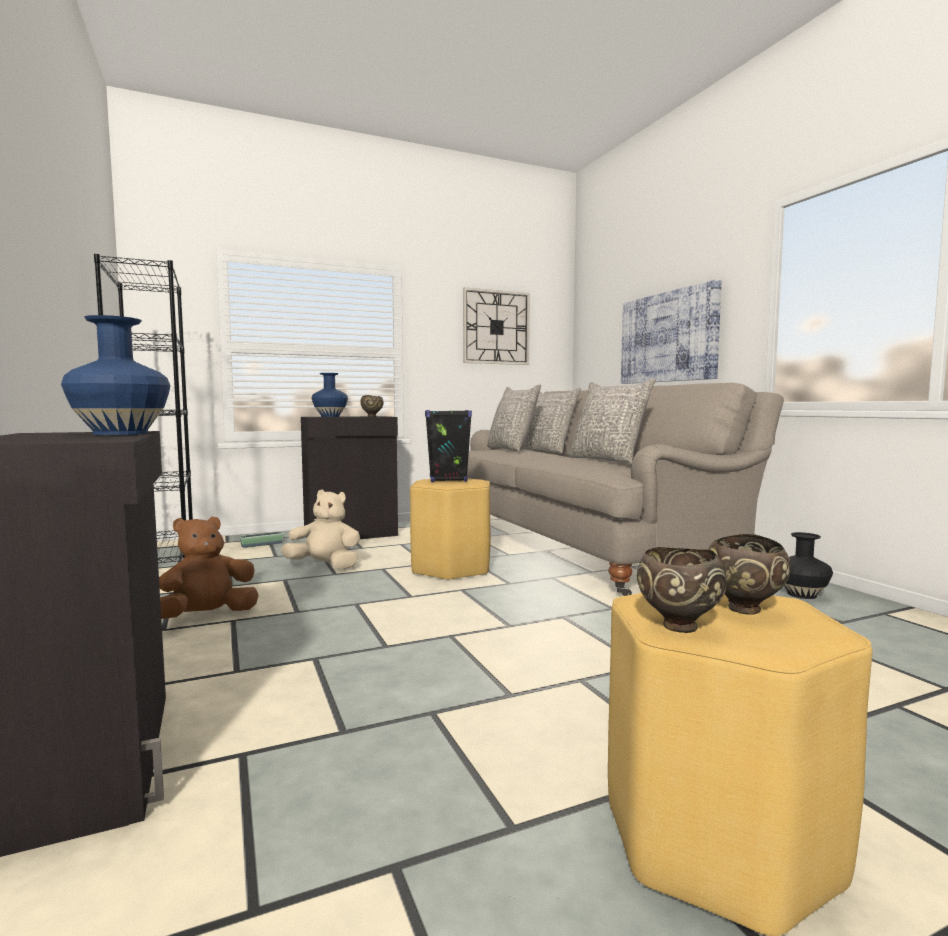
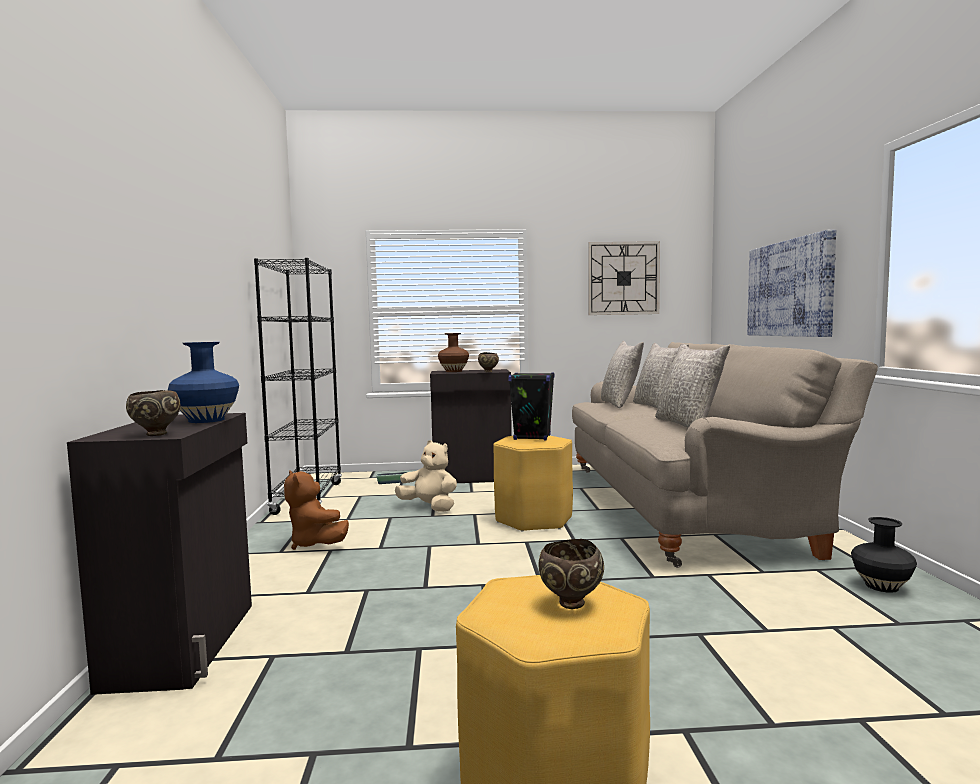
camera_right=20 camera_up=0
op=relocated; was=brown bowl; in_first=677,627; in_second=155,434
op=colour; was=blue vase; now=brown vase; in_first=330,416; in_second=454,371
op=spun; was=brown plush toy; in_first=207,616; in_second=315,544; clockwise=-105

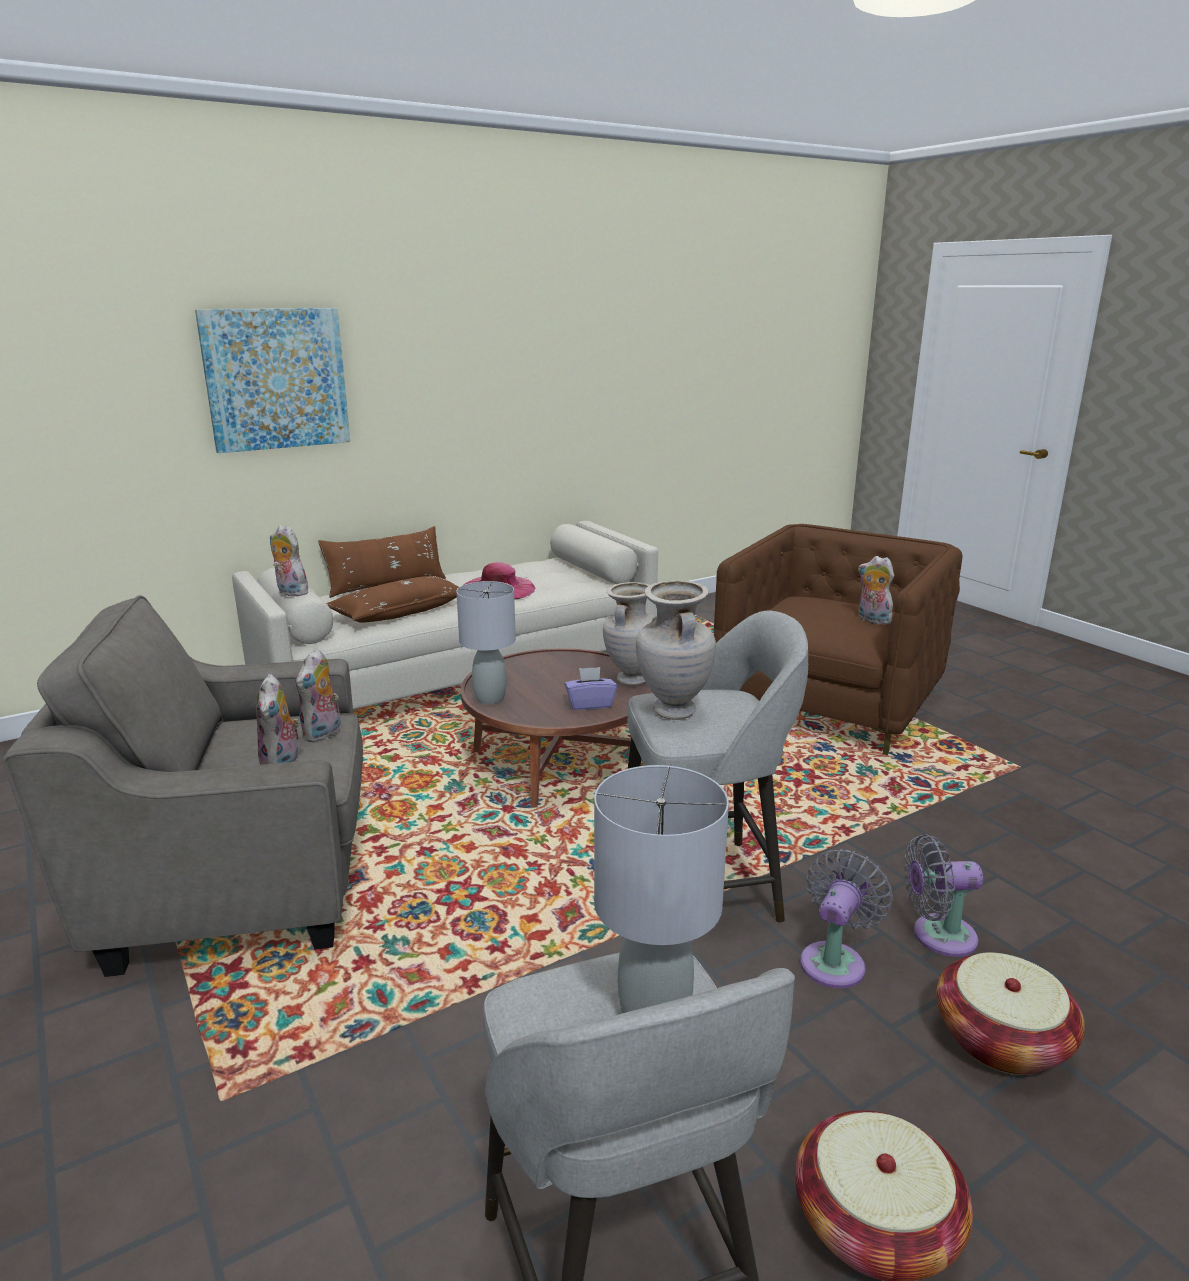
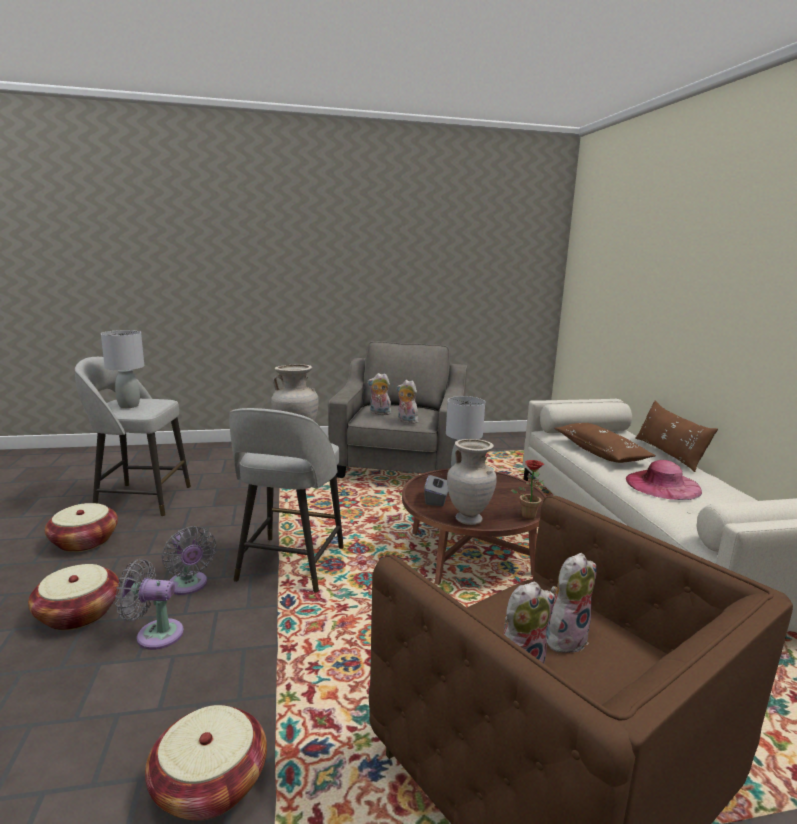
camera_right=110 camera_up=-5
op=missing; was=picture; in_first=276,379
op=appeared; now=basket; in_second=210,784
op=appeared; now=potted plant; in_second=528,514
op=relocated; was=plush toy; in_first=290,592; in_second=565,637
op=colour; was=purple tissue box; now=grey tissue box; in_first=590,704; in_second=436,500
op=spun; was=grey fan; in_first=937,936; in_second=155,634; clockwise=-105

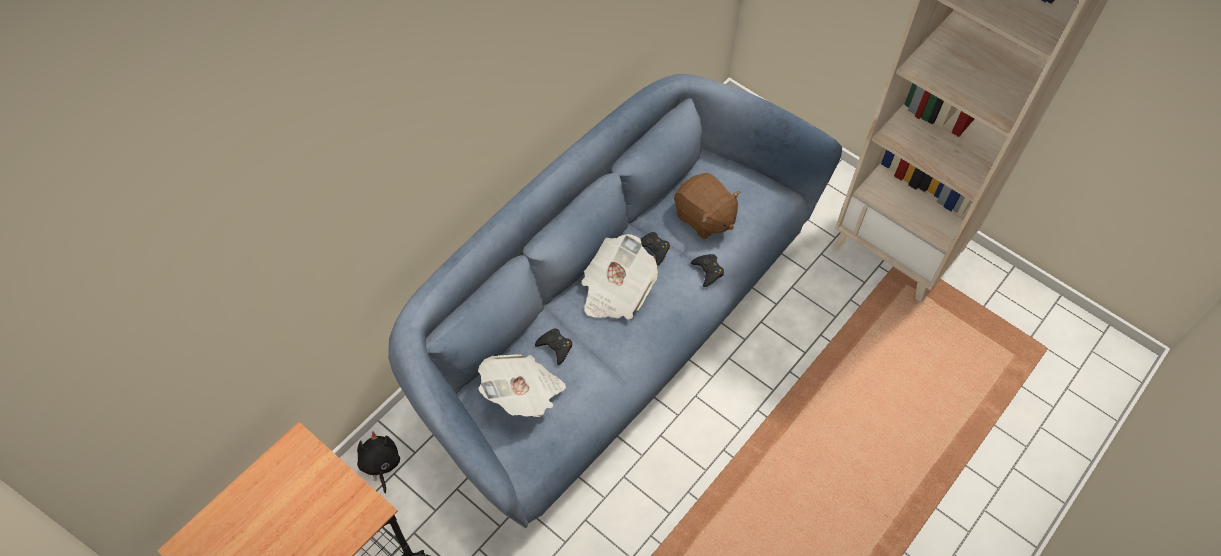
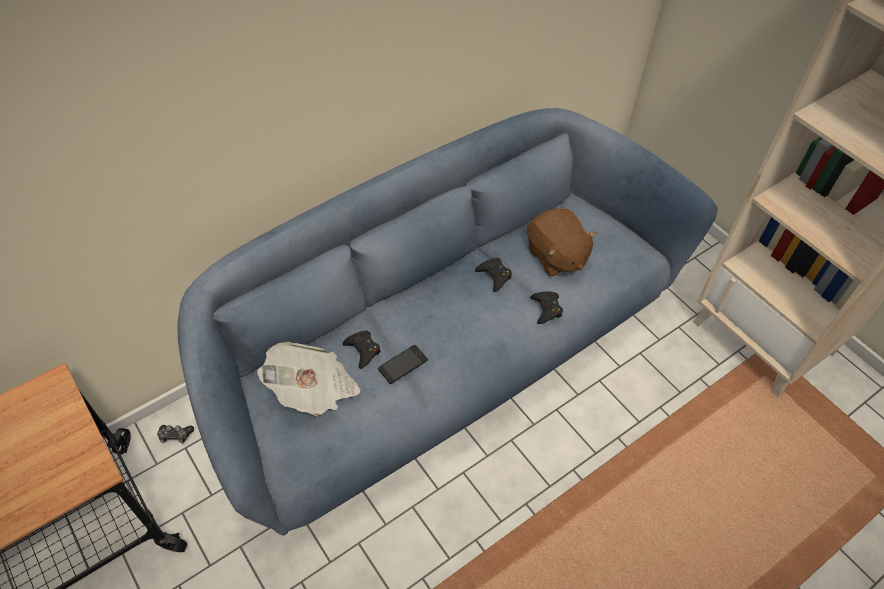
camera_right=15 camera_up=-5
op=missing; was=newspaper; in_first=615,290
op=appeared; now=phone; in_second=403,364
op=exchanged; was=black plush toy; now=game controller; in_first=380,464; in_second=175,436

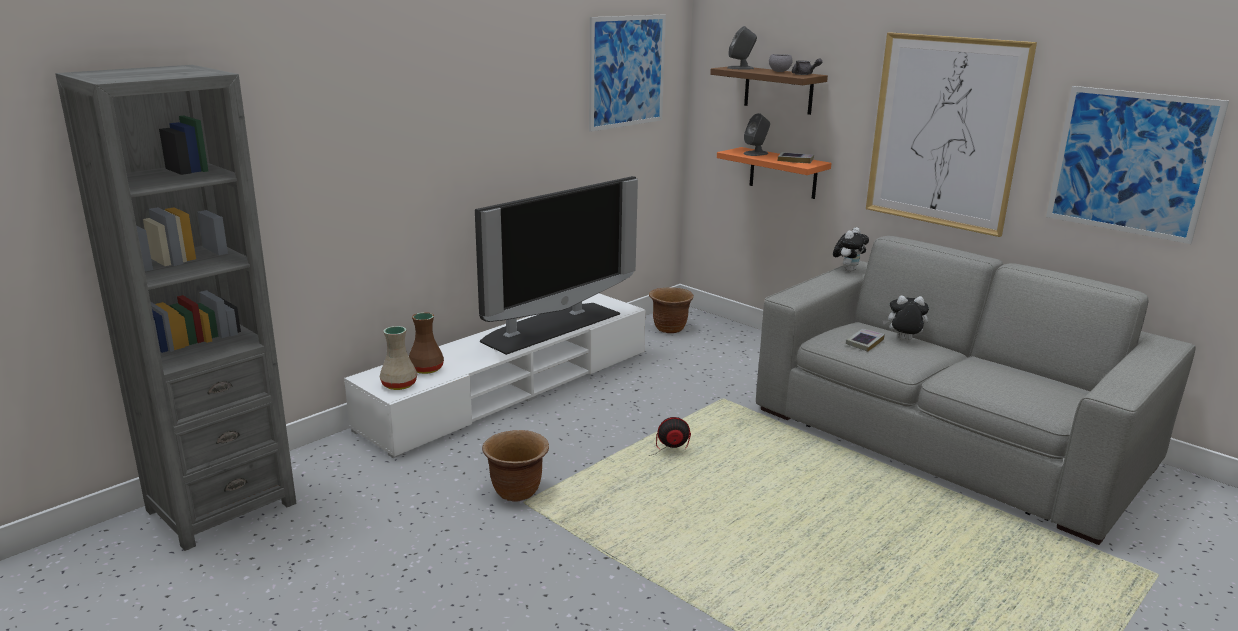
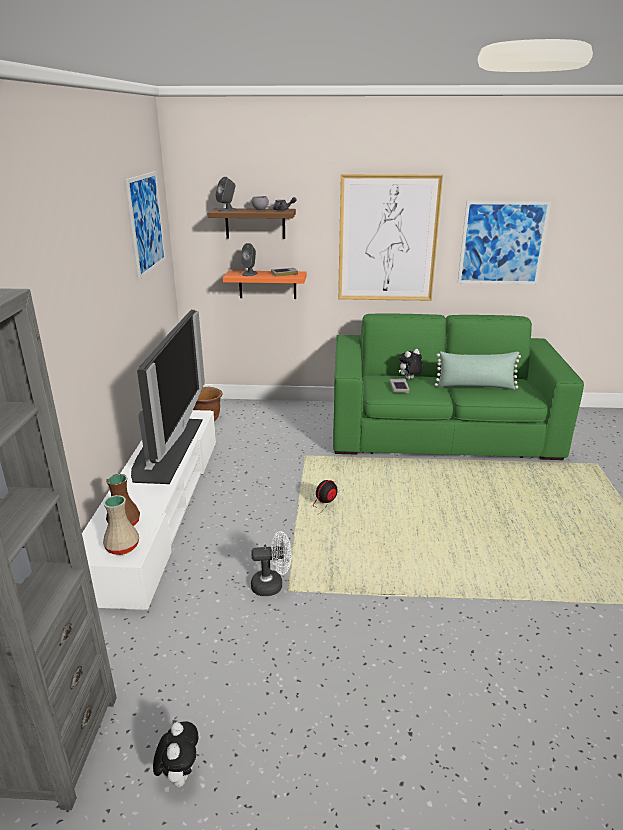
camera_right=-40 camera_up=5
op=appeared; now=green pillow; in_second=475,386
op=relocated; was=plush toy; in_first=848,270; in_second=179,773
op=exchanged; was=brown planter; now=white fan; in_first=517,491; in_second=272,585
op=colour; was=grey sofa; now=green sofa; in_first=948,438; in_second=440,431

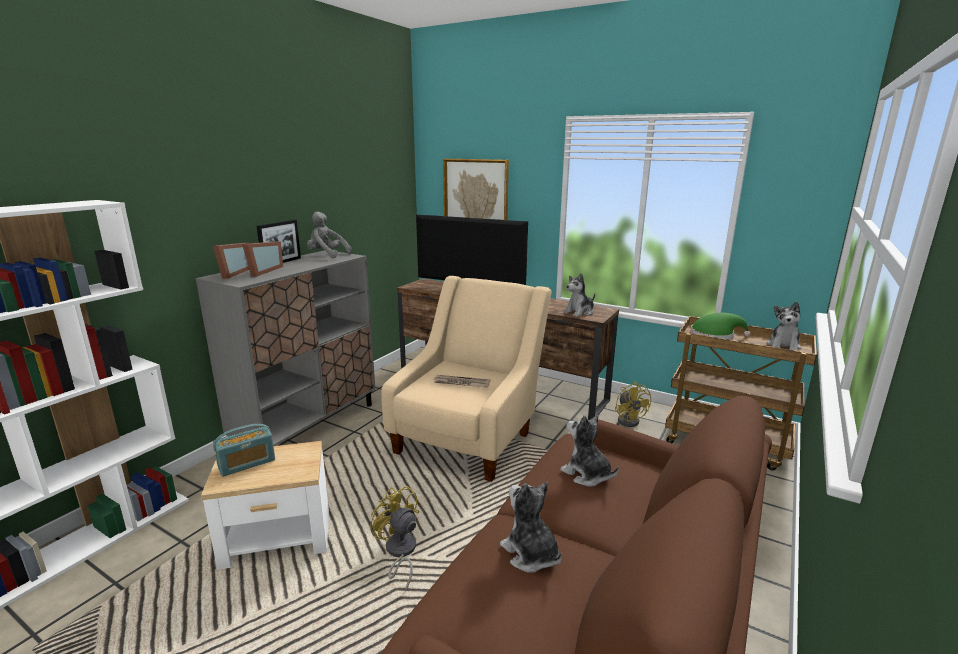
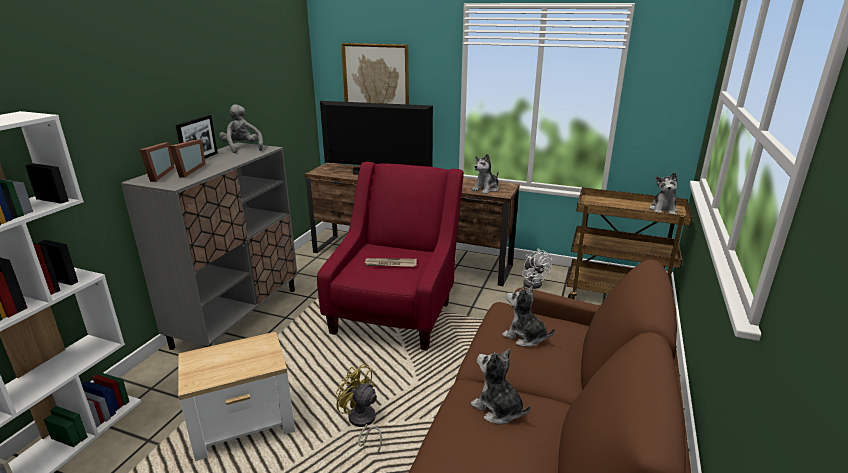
camera_right=-10 camera_up=5
op=missing; was=radio; in_first=247,463
op=missing; was=green hat; in_first=715,336
op=colour; was=beige armchair; now=red armchair; in_first=469,437; in_second=396,312
op=colour; was=yellow fan; now=white fan; in_first=629,420; in_second=533,282
op=spun; was=grey plush toy; in_first=327,255; in_second=242,148; clockwise=45

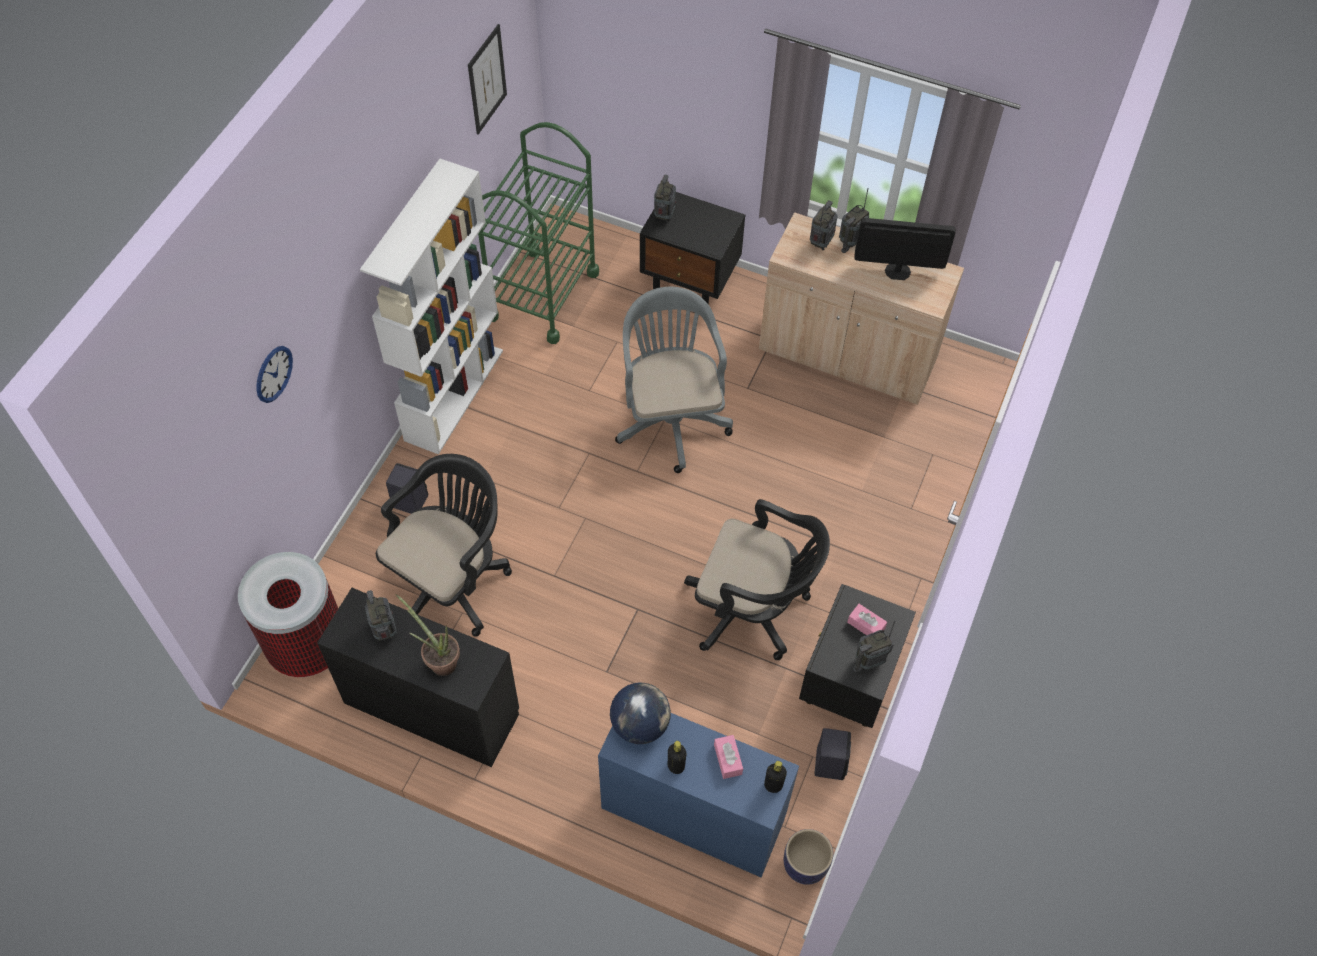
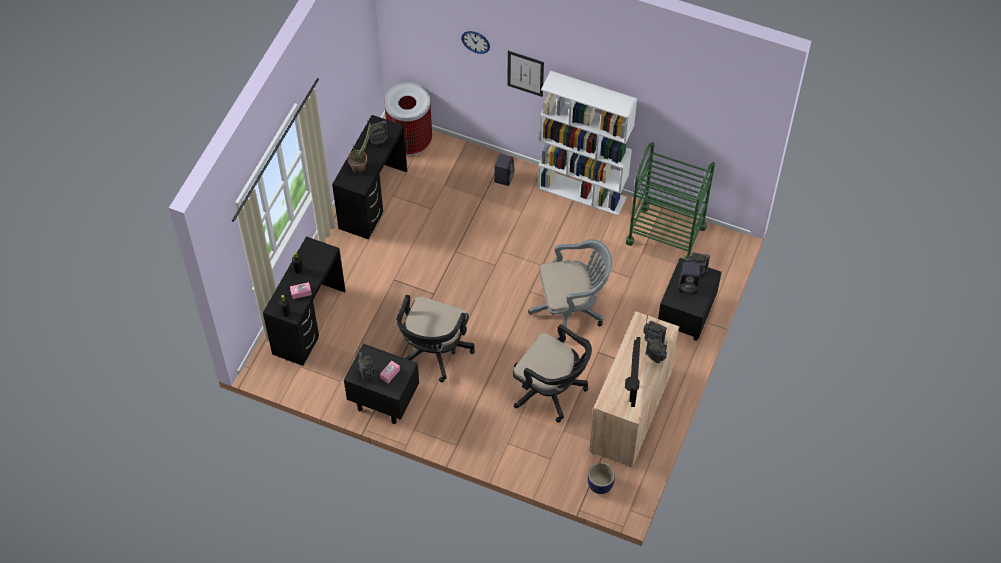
camera_right=90 camera_up=0
op=missing; was=globe; in_first=640,724
op=relocated; was=black office chair; in_first=452,581; in_second=551,390
op=relocated; was=picture; in_first=487,79; in_second=525,73
op=relocated; was=planter; in_first=805,865; in_second=600,485
op=relocated; was=black speaker; in_first=829,762; in_second=689,285
op=colour; was=blue desk; now=black desk; in_first=692,813; in_second=309,322

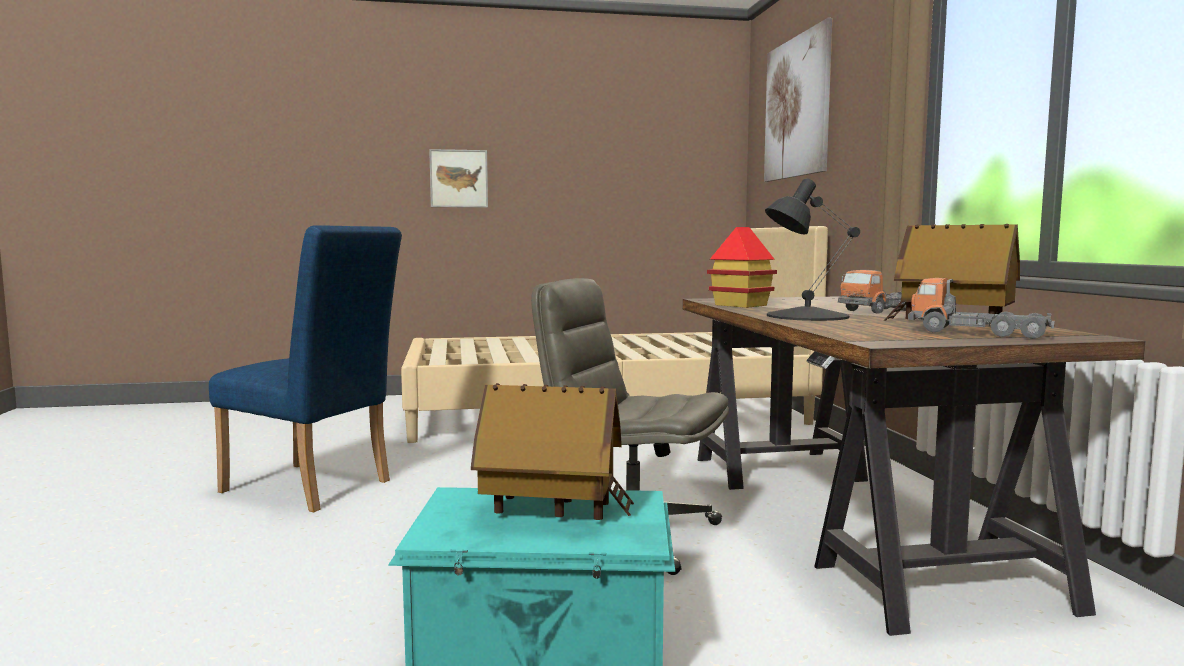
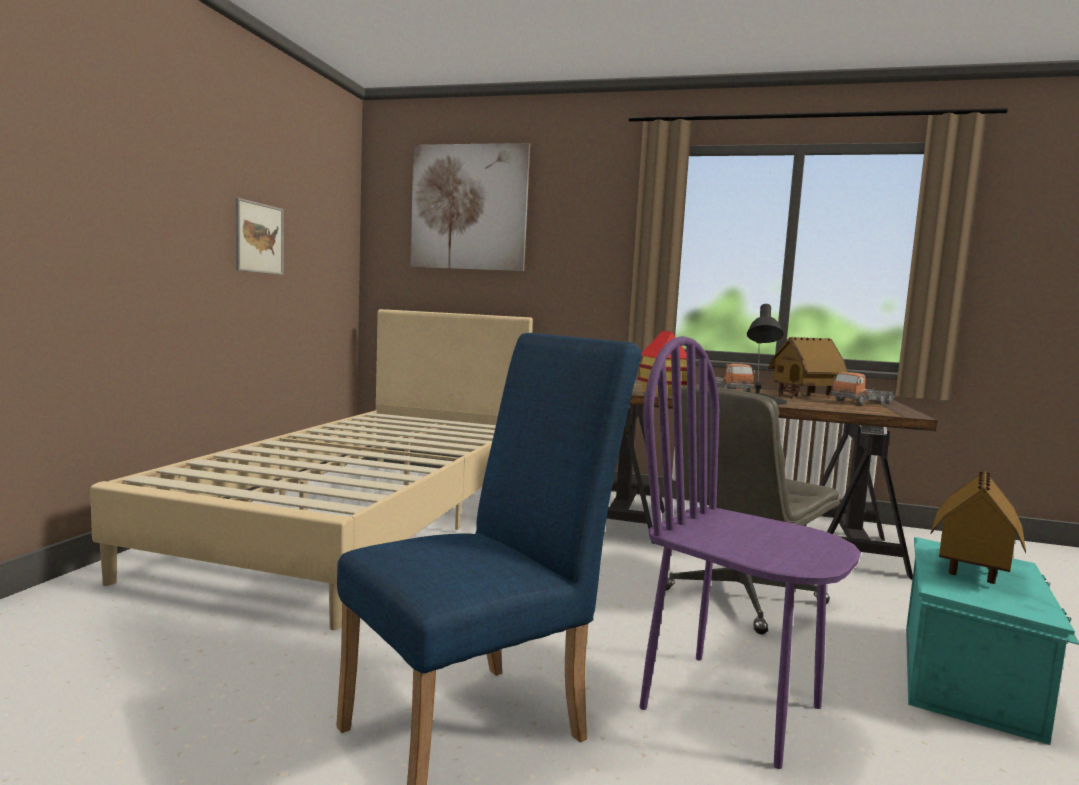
camera_right=-65 camera_up=0
op=appeared; now=purple chair; in_second=732,706
op=relocated; was=picture; in_first=459,178; in_second=259,238

